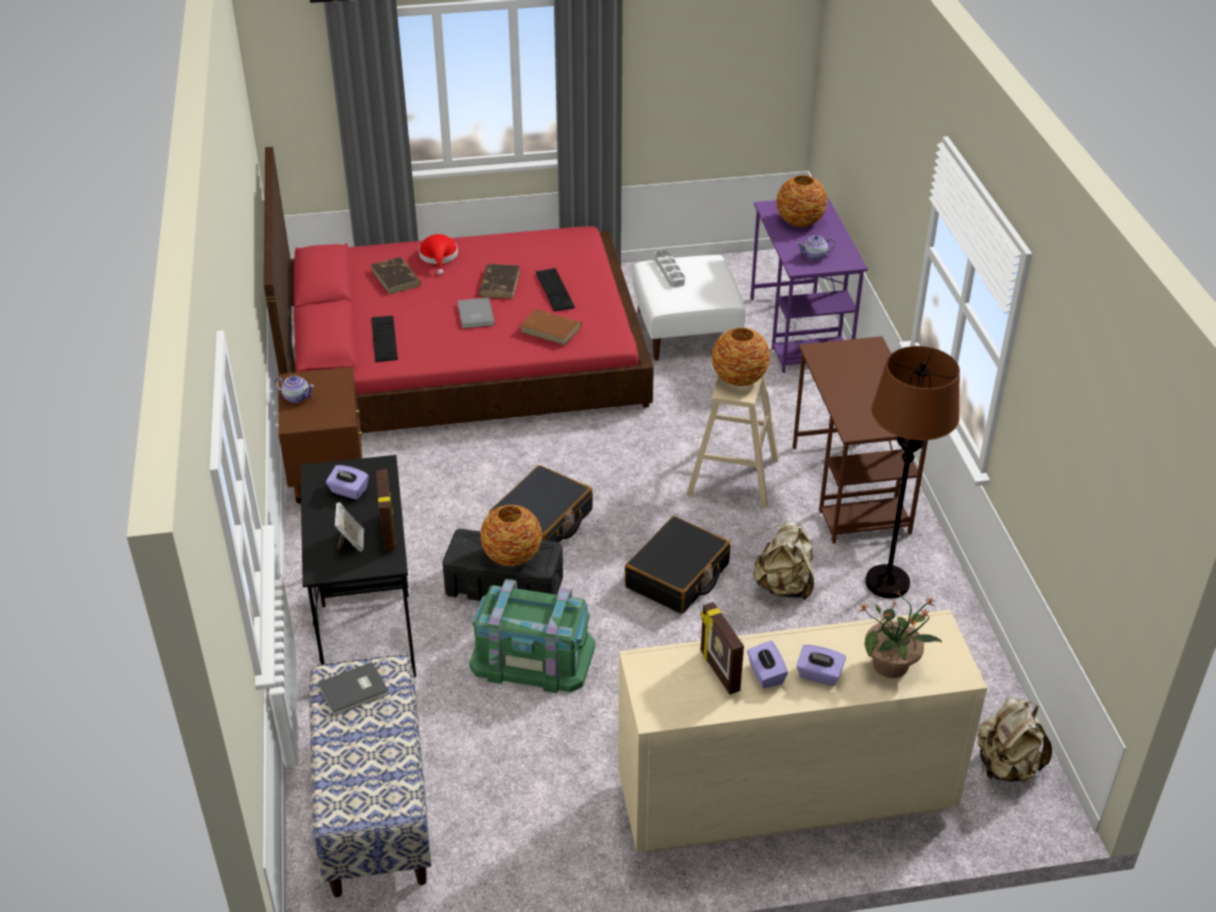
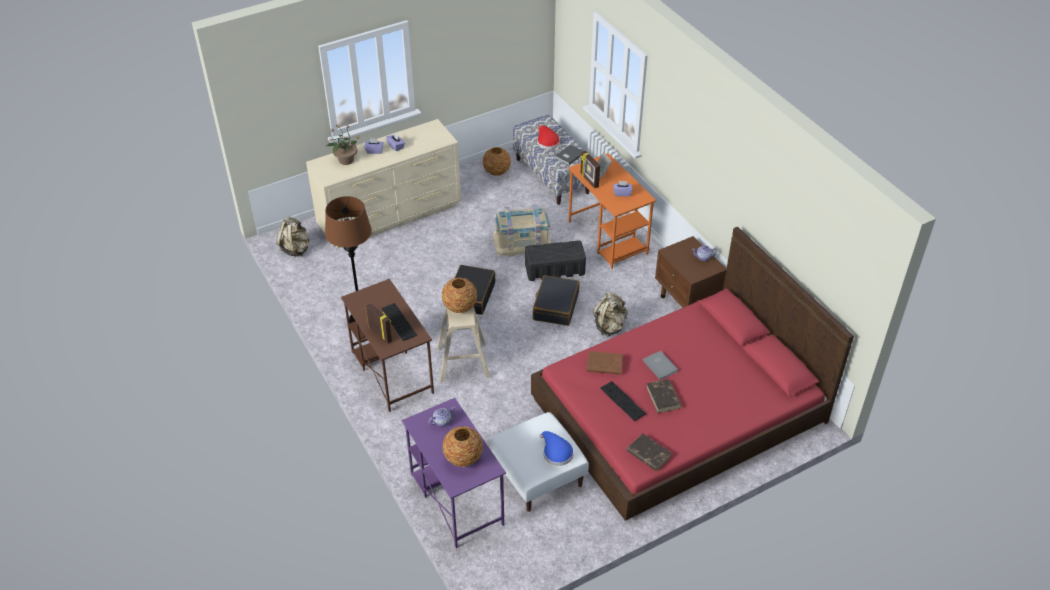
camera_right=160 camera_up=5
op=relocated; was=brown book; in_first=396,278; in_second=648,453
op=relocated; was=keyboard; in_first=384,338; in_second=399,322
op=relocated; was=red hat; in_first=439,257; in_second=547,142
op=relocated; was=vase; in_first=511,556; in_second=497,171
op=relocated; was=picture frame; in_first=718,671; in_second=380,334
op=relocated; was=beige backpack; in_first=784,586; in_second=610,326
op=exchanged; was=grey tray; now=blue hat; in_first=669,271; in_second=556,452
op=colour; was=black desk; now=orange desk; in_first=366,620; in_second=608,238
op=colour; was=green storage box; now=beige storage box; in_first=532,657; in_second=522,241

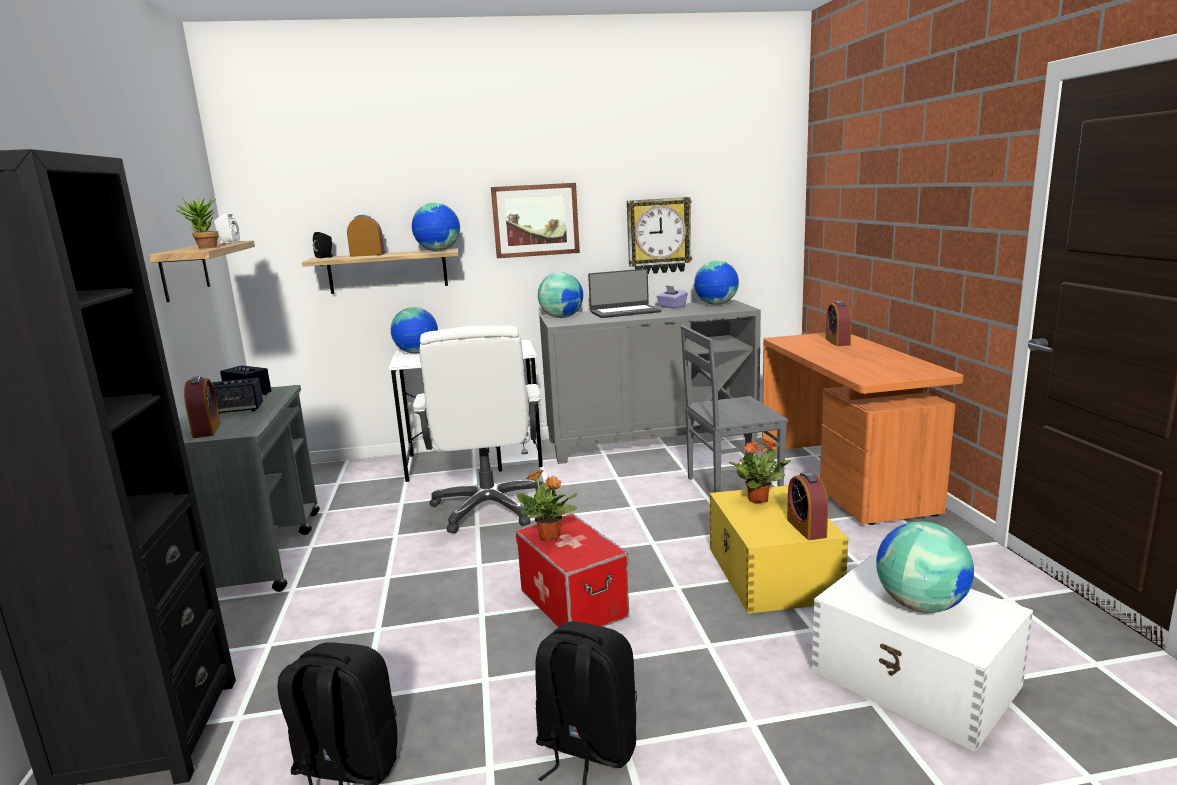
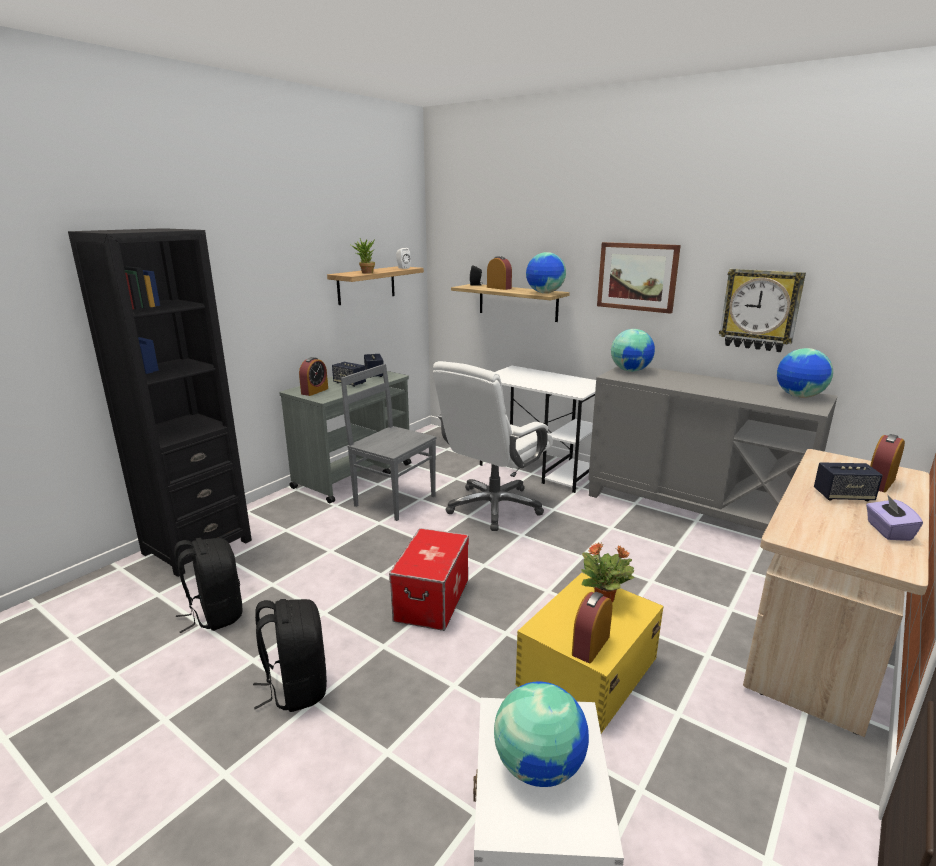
camera_right=45 camera_up=5
op=missing; was=globe; in_first=417,352
op=missing; was=potted plant; in_first=550,537
op=missing; was=laptop; in_first=624,312
op=appeared; now=speaker; in_second=843,496
op=relocated; was=purple tissue box; in_first=671,307; in_second=888,531
op=relocated; was=grey chair; in_first=730,488; in_second=393,500
op=colour; was=orange desk; now=beige desk; in_first=845,479; in_second=820,638

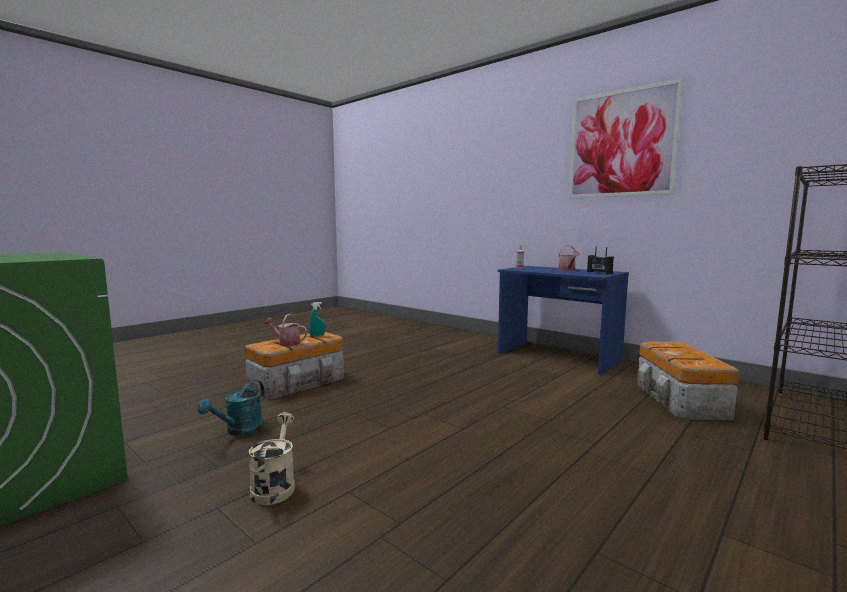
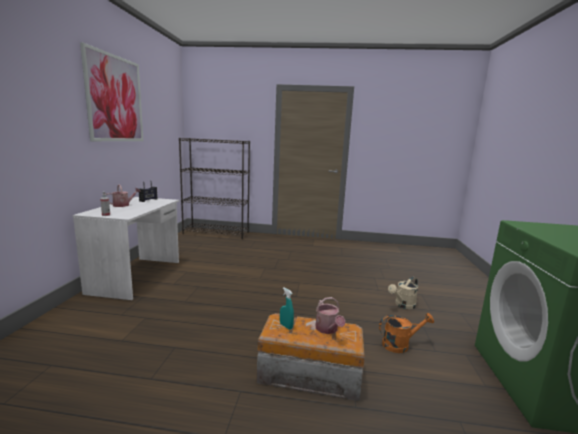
camera_right=-125 camera_up=5
op=missing; was=storage box; in_first=679,400
op=colour; was=turquoise watering can; now=orange watering can; in_first=239,431; in_second=400,345
op=colour; was=blue desk; now=white desk; in_first=557,357; in_second=138,276

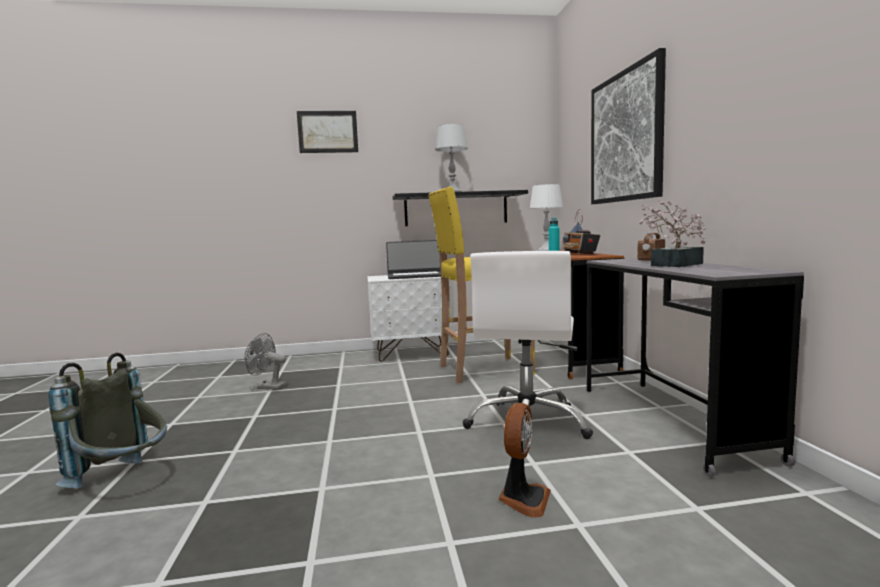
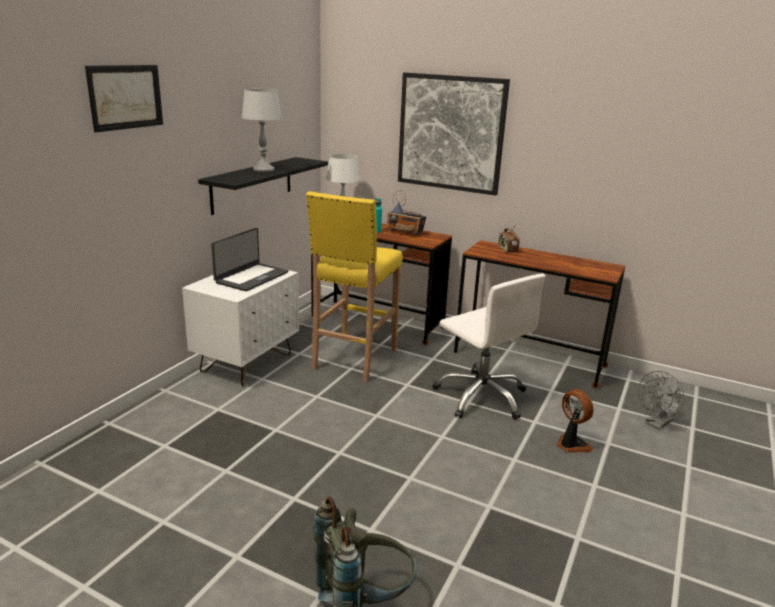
camera_right=-55 camera_up=15
op=missing; was=potted plant; in_first=672,265
op=relocated; was=grey fan; in_first=267,387; in_second=656,424
op=colour; was=grey desk; now=brown desk; in_first=669,421; in_second=529,359

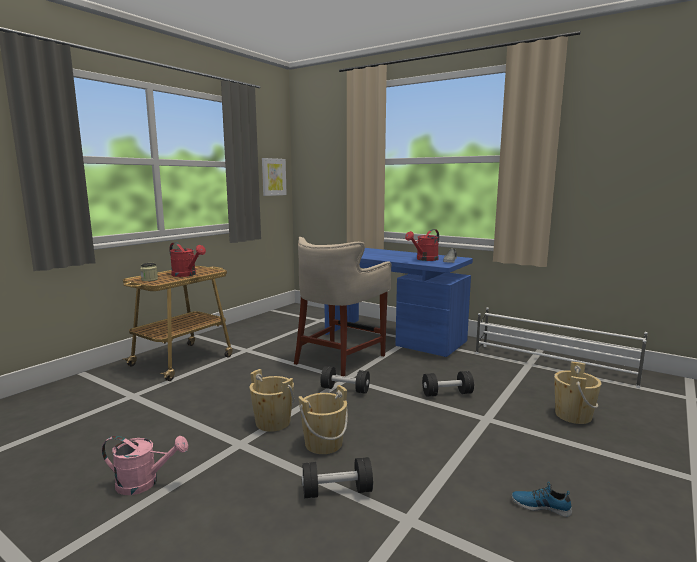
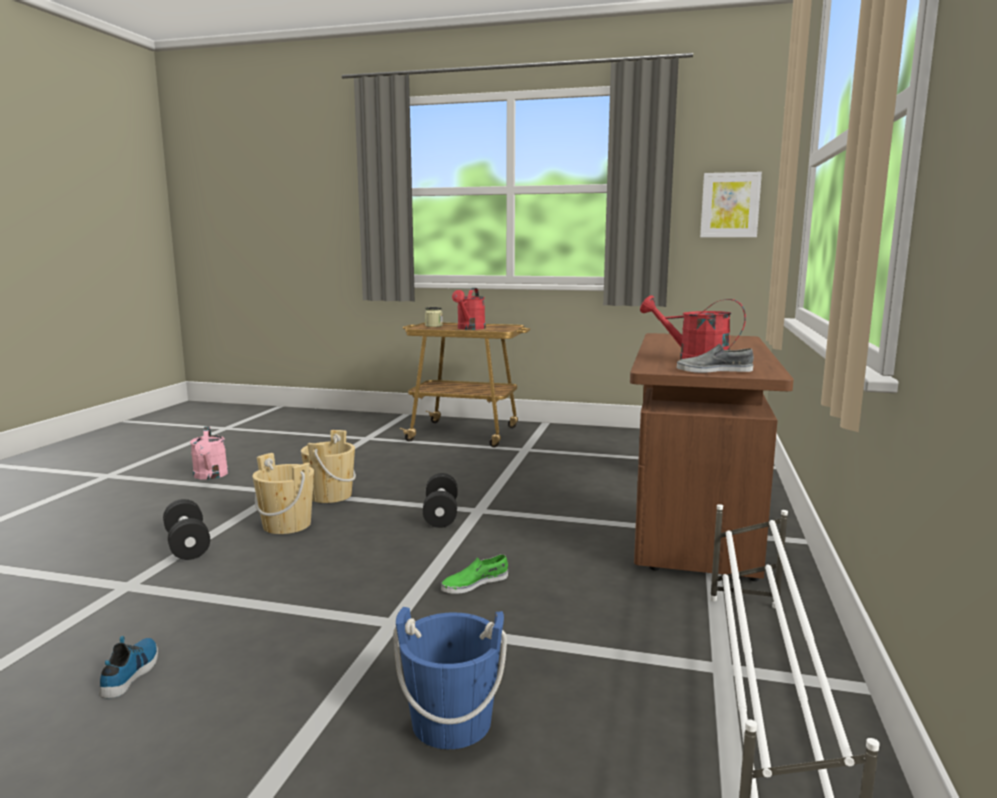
camera_right=70 camera_up=0
op=missing; was=beige stool; in_first=339,359
op=exchanged; was=black dumbbell; now=green shoe; in_first=447,393; in_second=474,583
op=colour; was=blue desk; now=brown desk; in_first=394,338; in_second=695,519
op=colour; was=beige bucket; now=blue bucket; in_first=573,415; in_second=451,722

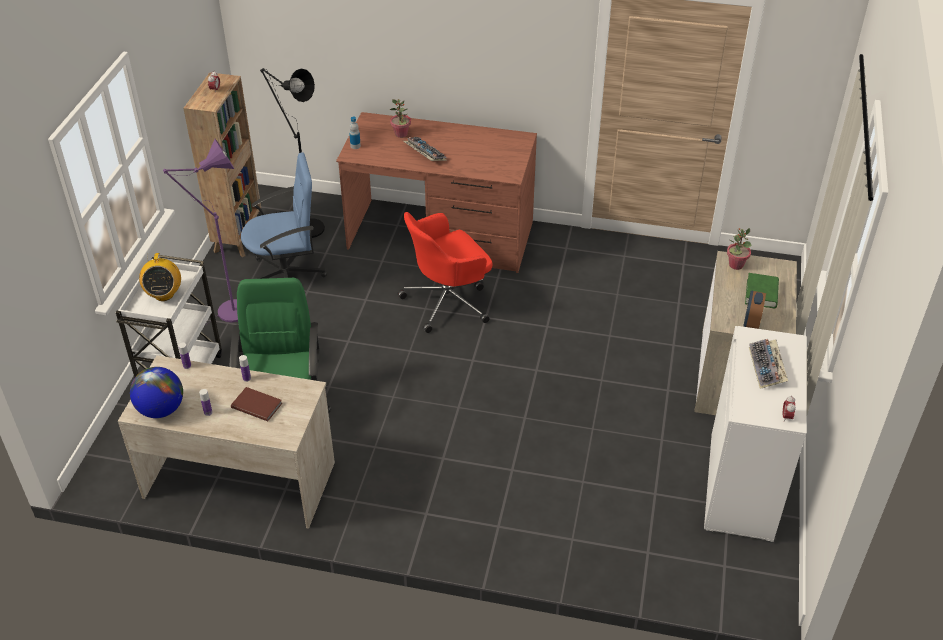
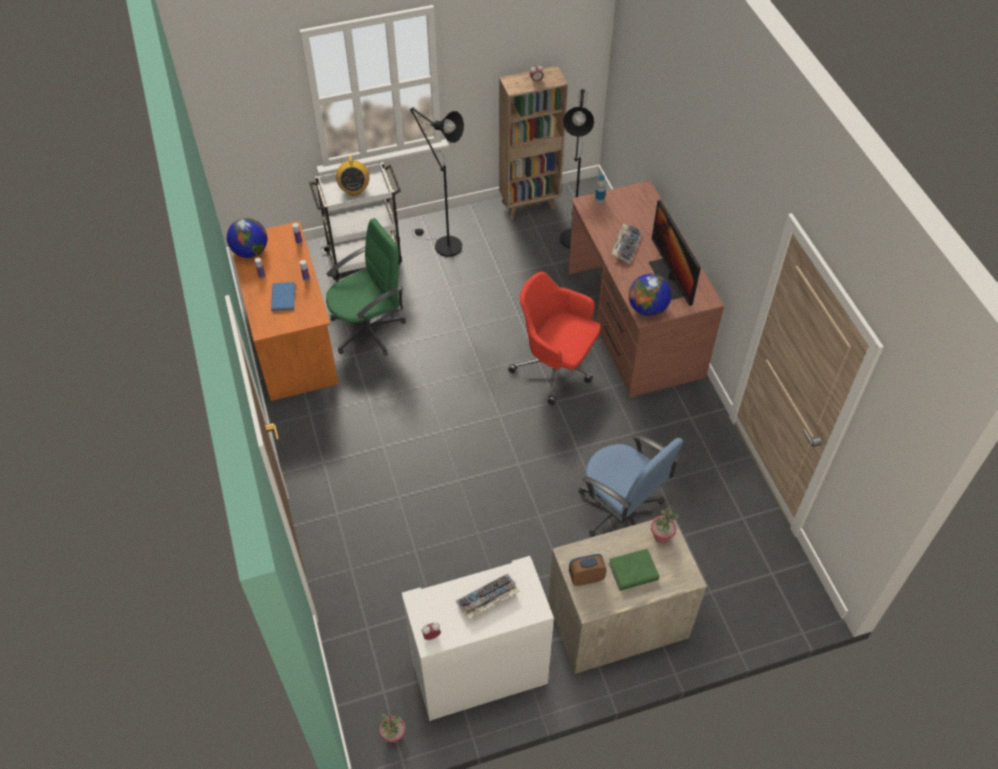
camera_right=60 camera_up=10
op=appeared; now=globe; in_second=647,308
op=appeared; now=monitor; in_second=670,278
op=relocated; was=blue office chair; in_first=287,275; in_second=620,510
op=relocated; was=potted plant; in_first=401,134; in_second=393,735
op=colour; was=beige desk; now=orange desk; in_first=240,479; in_second=292,340
op=colour; was=purple floor lamp; now=black floor lamp; in_first=227,314; in_second=443,245
op=colour; was=brown book; now=blue book; in_first=257,405; in_second=284,297
op=spun; was=radio; in_first=164,294; in_second=354,190; clockwise=-60

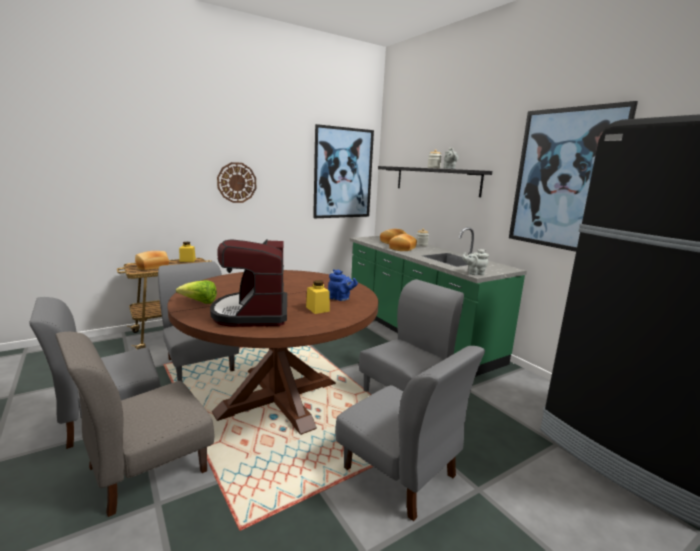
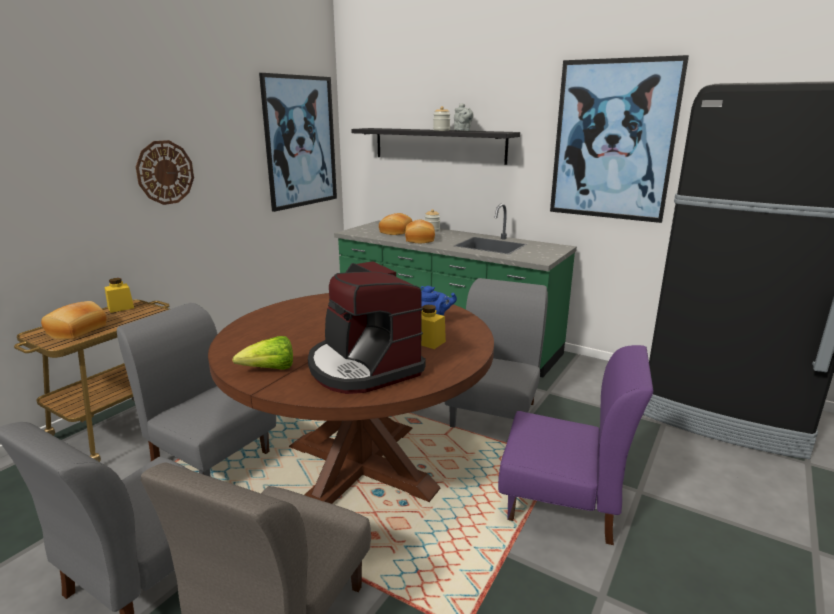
camera_right=-25 camera_up=5
op=missing; was=grey teapot; in_first=474,273
op=colour; was=grey chair; now=purple chair; in_first=400,473; in_second=562,503

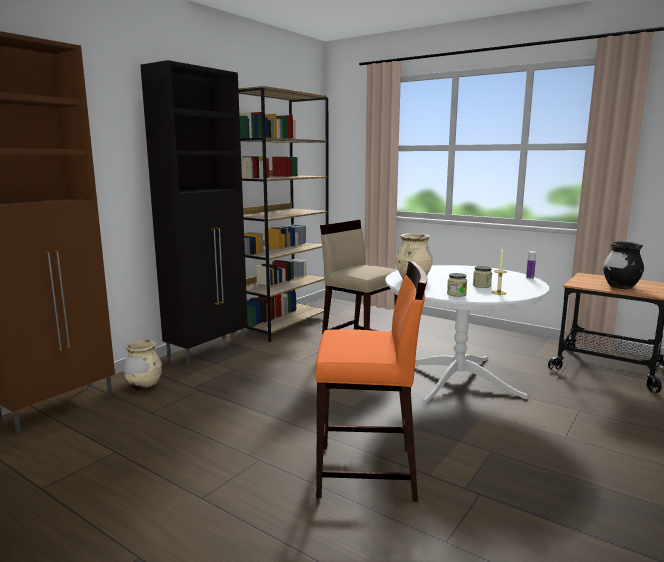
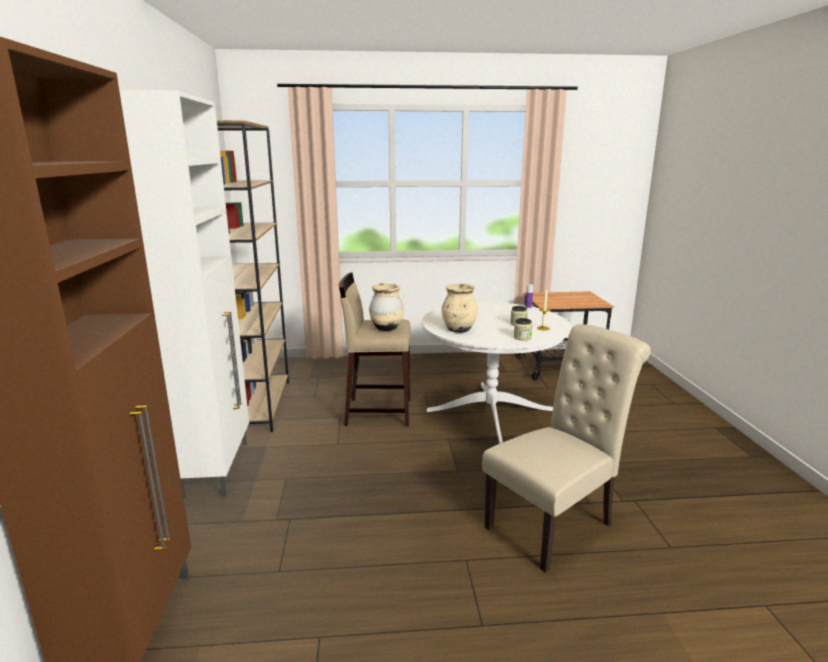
camera_right=-40 camera_up=5
op=missing; was=black vase; in_first=620,287
op=relocated; was=beige vase; in_first=144,386; in_second=386,328
op=exchanged; was=orange stool; now=beige chair; in_first=367,472; in_second=555,523
op=colour; was=black cabinet; now=white cabinet; in_first=209,350; in_second=218,468

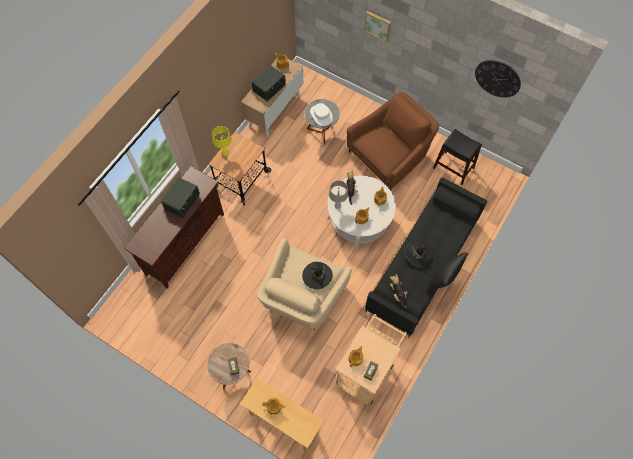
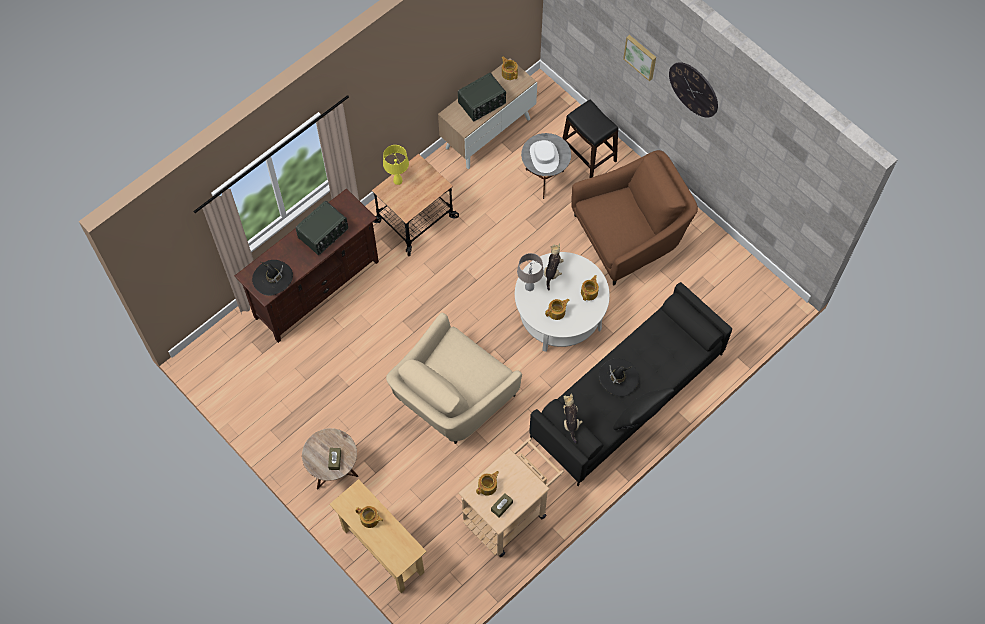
camera_right=15 camera_up=0
op=relocated; was=black hat; in_first=317,275; in_second=273,278
op=relocated; was=black stool; in_first=453,168; in_second=588,155
op=relocated; was=wall clock; in_first=497,78; in_second=693,89

